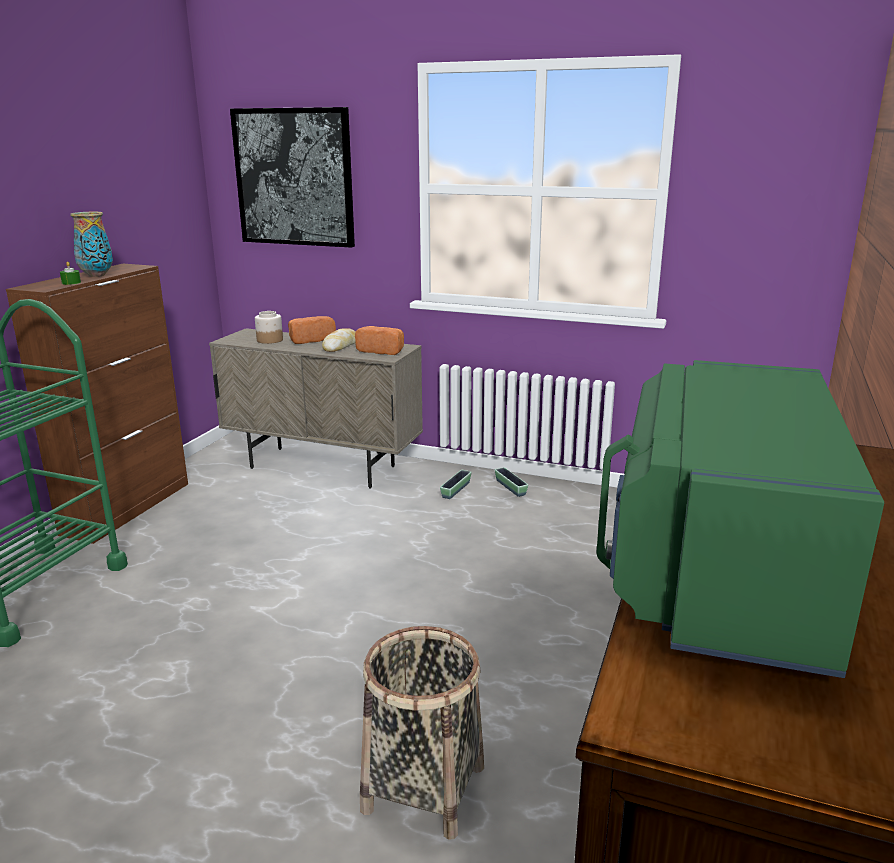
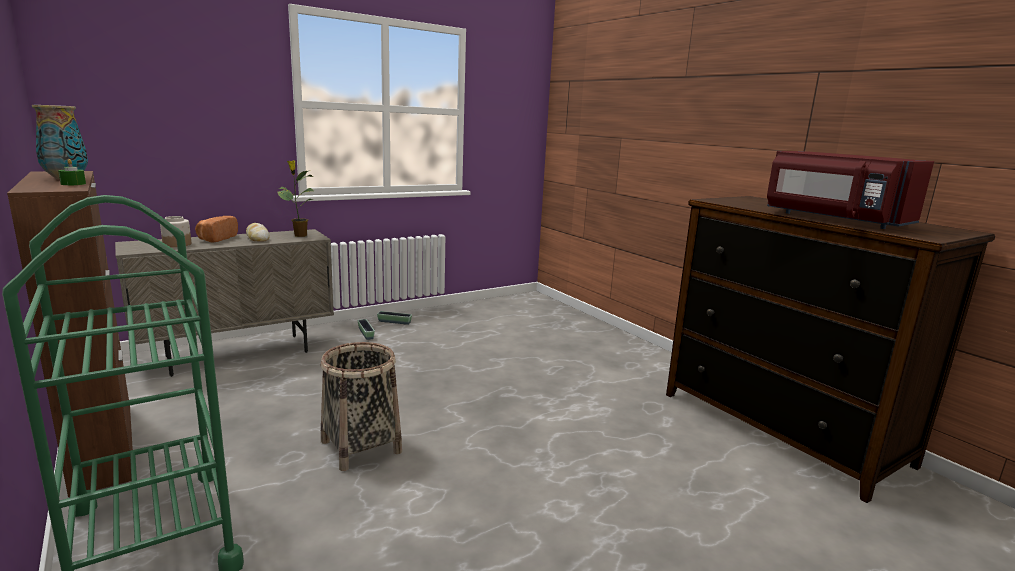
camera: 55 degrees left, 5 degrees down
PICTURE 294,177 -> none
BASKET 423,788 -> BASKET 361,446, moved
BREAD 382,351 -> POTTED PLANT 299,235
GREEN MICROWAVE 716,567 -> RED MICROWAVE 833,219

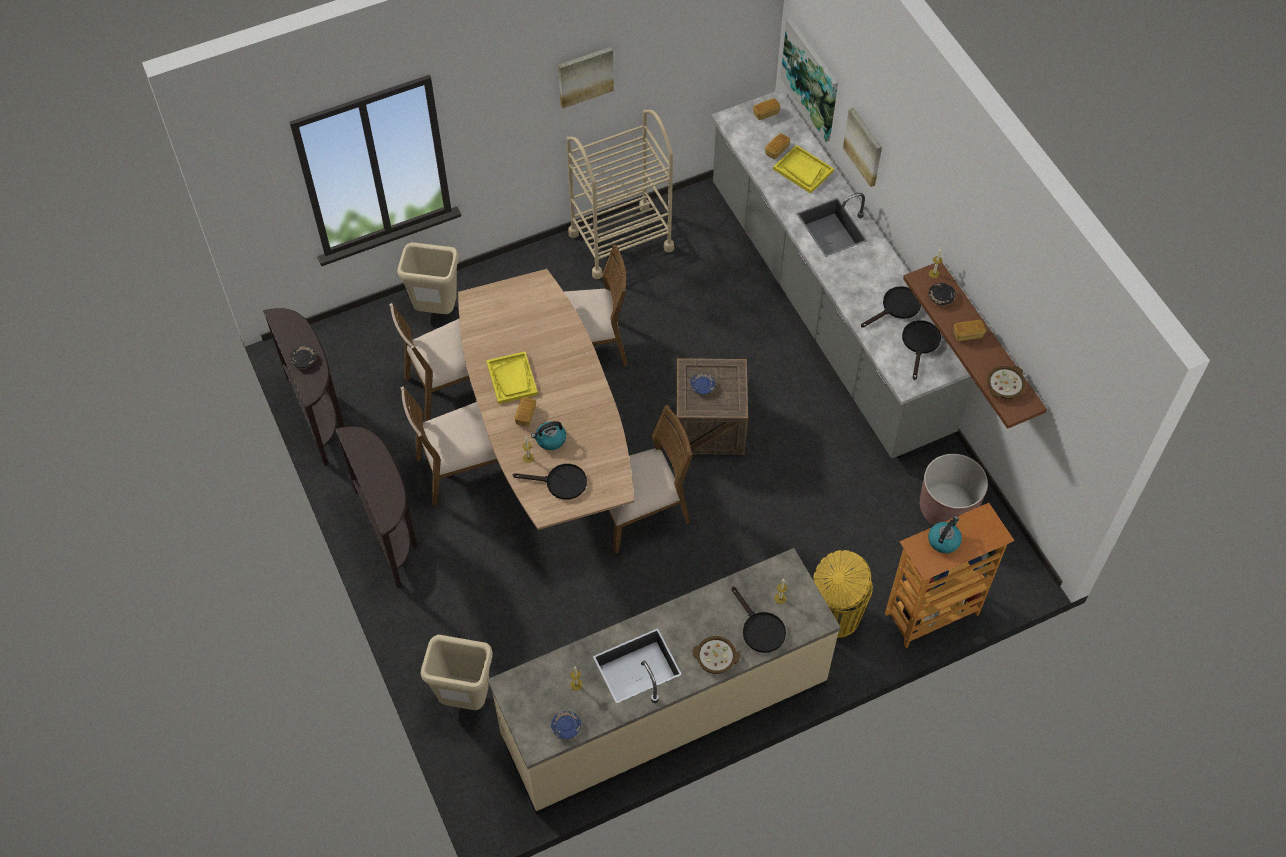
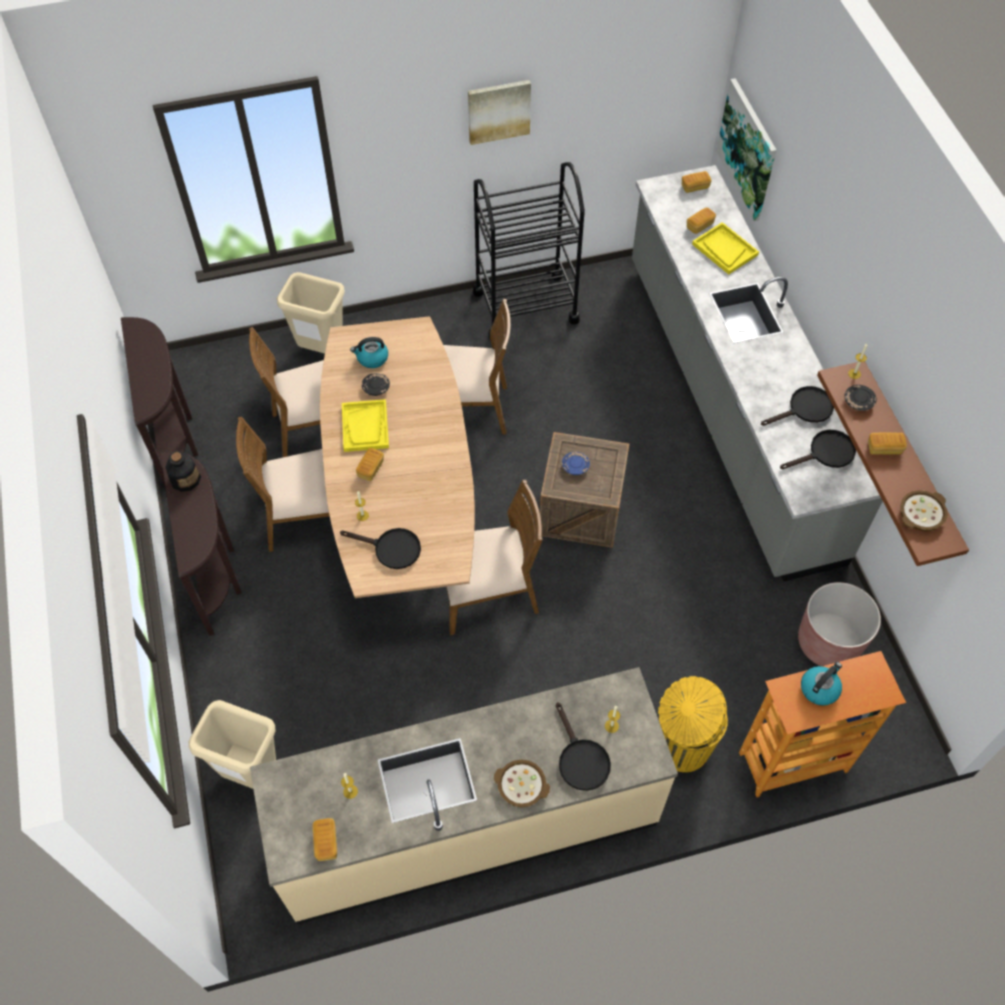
camera: 10 degrees right, 0 degrees up
PICTURE 864,146 -> none
none -> BOTTLE 185,479
BLACK PLATE 303,360 -> BLACK PLATE 376,388, moved
KETTLE 550,440 -> KETTLE 372,358, moved
BLUE PLATE 566,727 -> BREAD 326,842
BEIGE CART 621,241 -> BLACK CART 525,306
BLACK FRYING PAN 920,344 -> BLACK FRYING PAN 826,453, 45 degrees clockwise

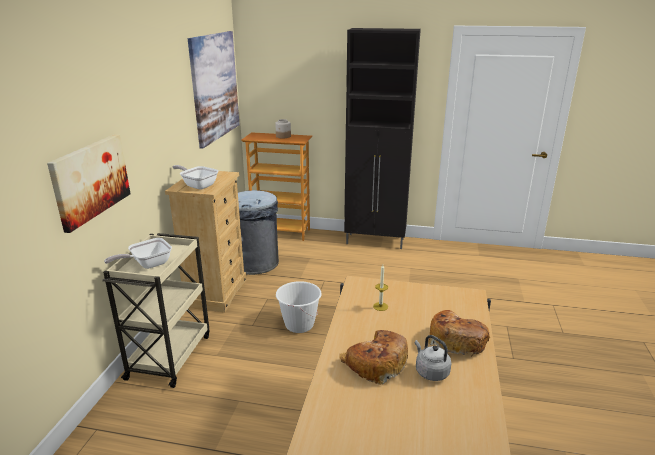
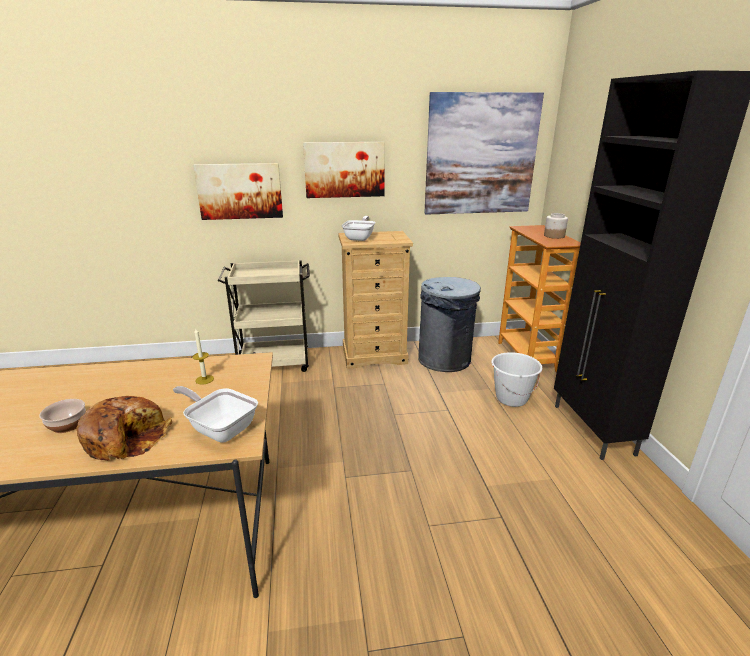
camera: 70 degrees right, 0 degrees up
BREAD 375,363 -> none
none -> PICTURE 344,169
FRYING PAN 147,264 -> FRYING PAN 220,428, moved
WHITE BUCKET 299,325 -> WHITE BUCKET 511,398, moved
GREY KETTLE 430,372 -> BOWL 67,424

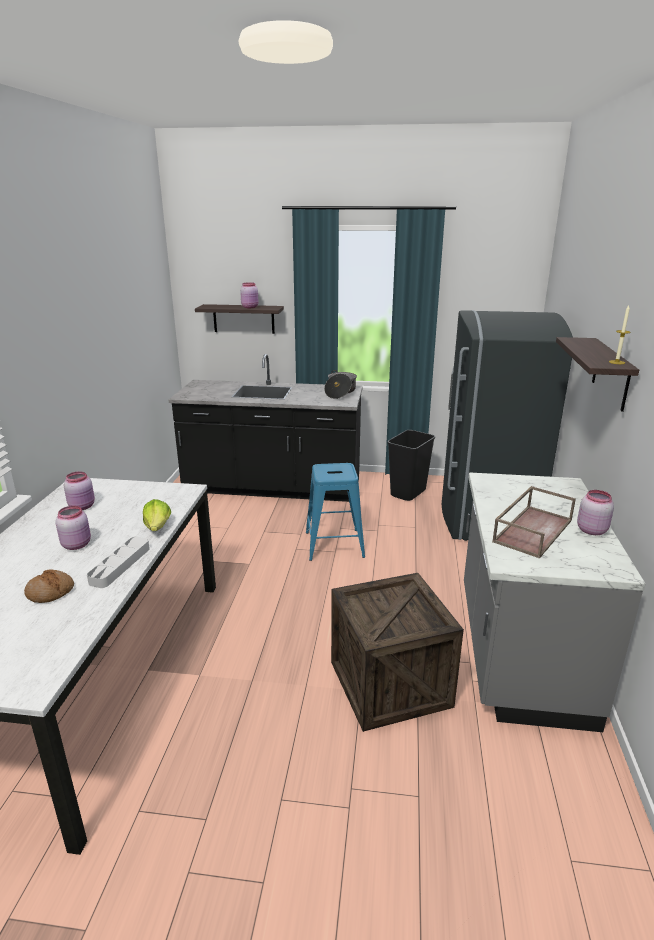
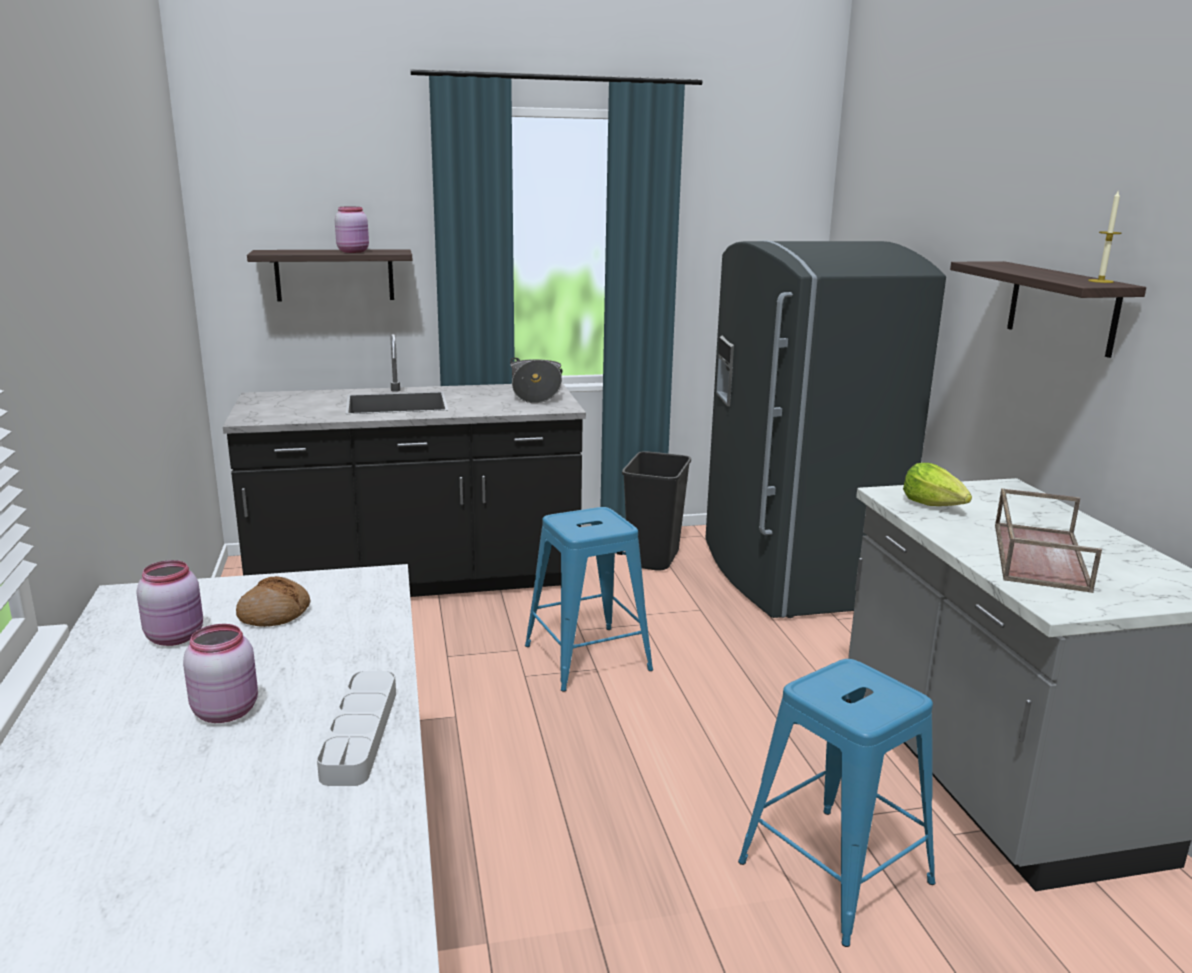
camera: 20 degrees left, 5 degrees down
PINK JAR 591,530 -> none
BREAD 50,592 -> BREAD 274,613, moved
LETTUCE 158,527 -> LETTUCE 934,505, moved
CRATE 389,684 -> BLUE STOOL 835,872

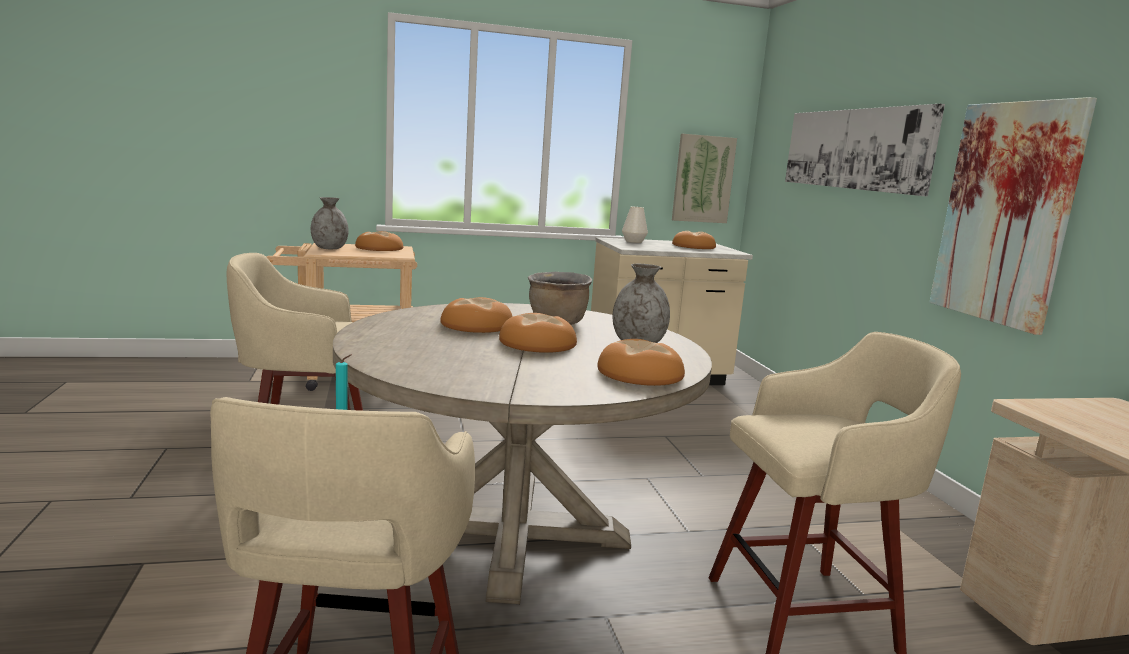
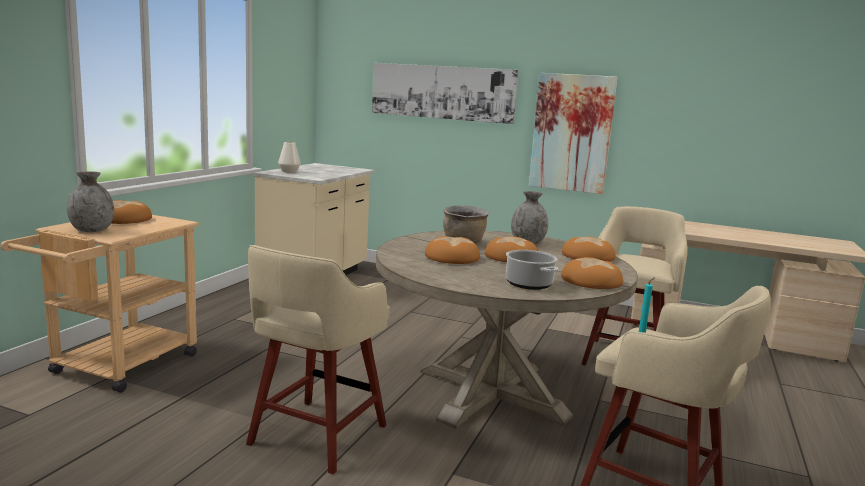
camera: 55 degrees left, 0 degrees up
PICTURE 703,179 -> none
none -> COOKING POT 528,284
BREAD 694,246 -> BREAD 591,281, moved

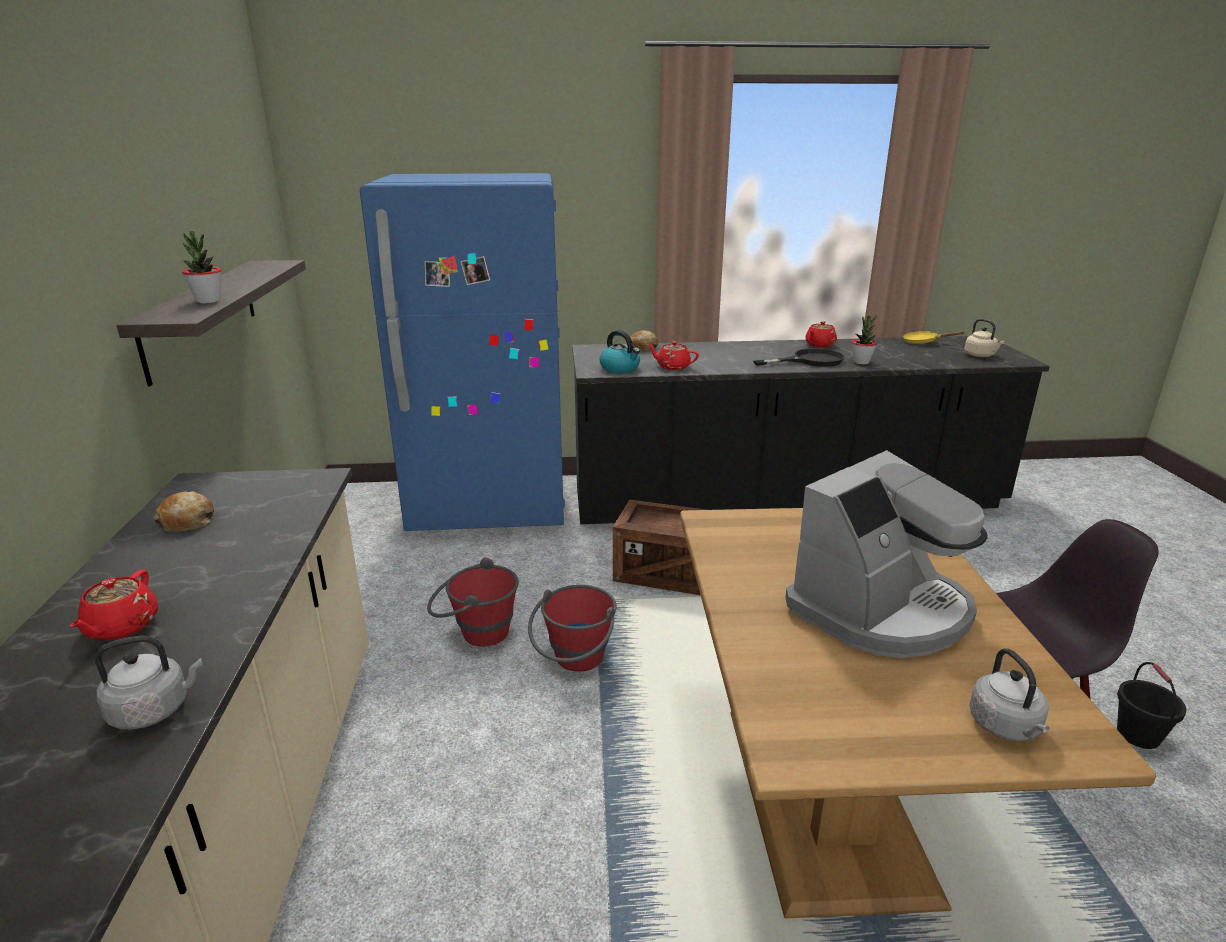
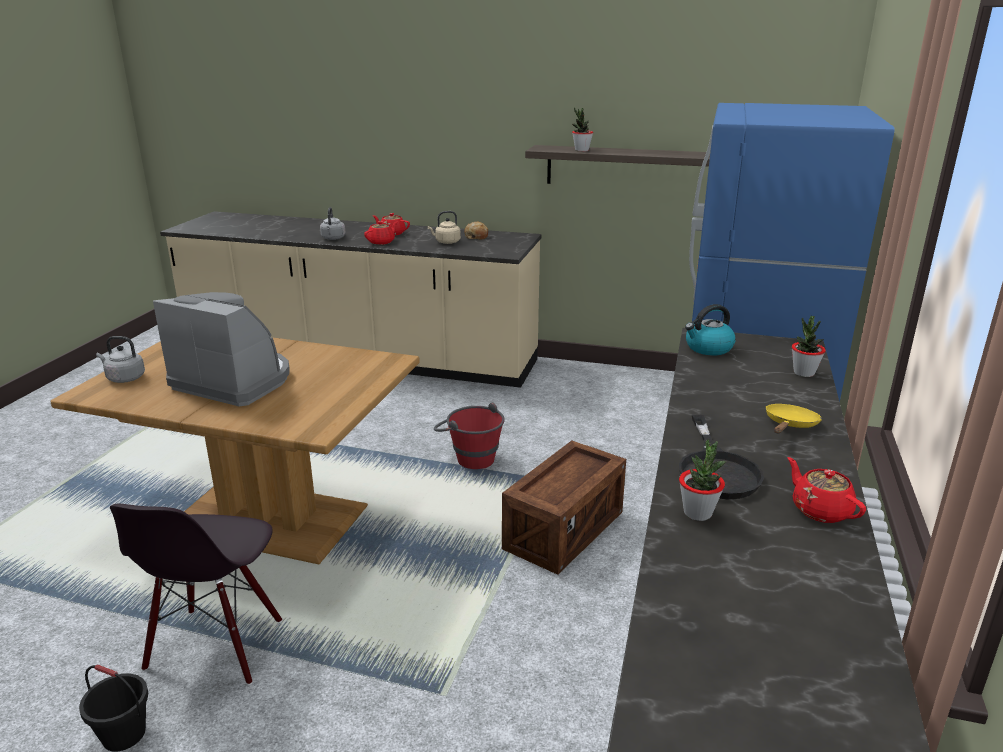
camera: 110 degrees right, 0 degrees up
RED BUCKET 475,632 -> none
RED TEAPOT 672,367 -> RED TEAPOT 382,242, moved
YELLOW FRYING PAN 923,342 -> YELLOW FRYING PAN 789,425, moved
BEIGE KETTLE 980,355 -> BEIGE KETTLE 446,242, moved
BREAD 643,348 -> POTTED PLANT 804,373
COFFEE MACHINE 881,610 -> COFFEE MACHINE 234,381, 135 degrees clockwise

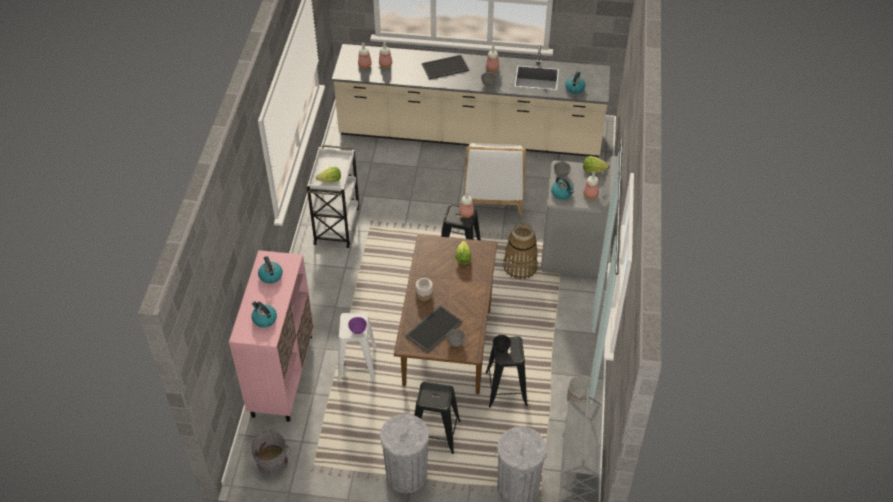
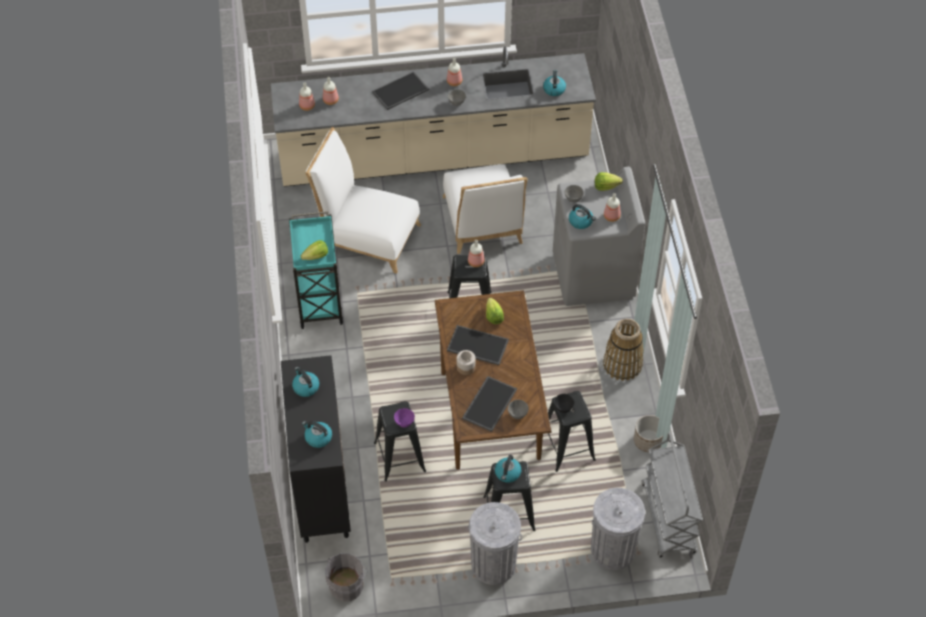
camera: 15 degrees left, 5 degrees up
none -> WHITE CHAIR 367,236
none -> TRAY 477,346
none -> KETTLE 507,473
BASKET 520,267 -> BASKET 622,364, moved
PINK CABINET 282,375 -> BLACK CABINET 321,487
WHITE CART 337,224 -> TURQUOISE CART 319,299
WHITE STOOL 357,365 -> BLACK STOOL 400,457

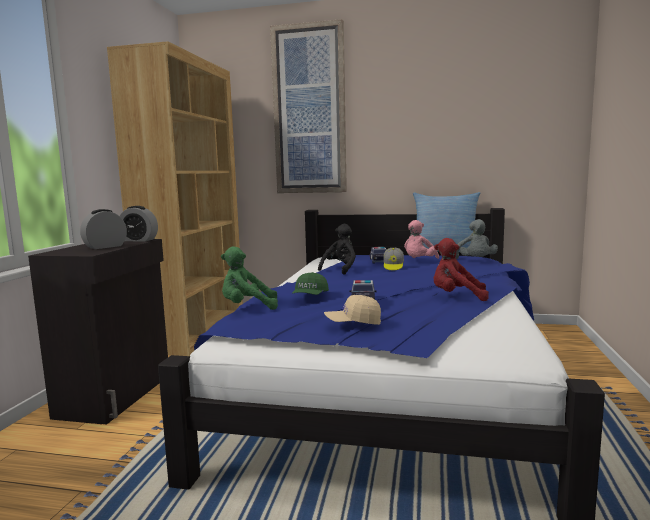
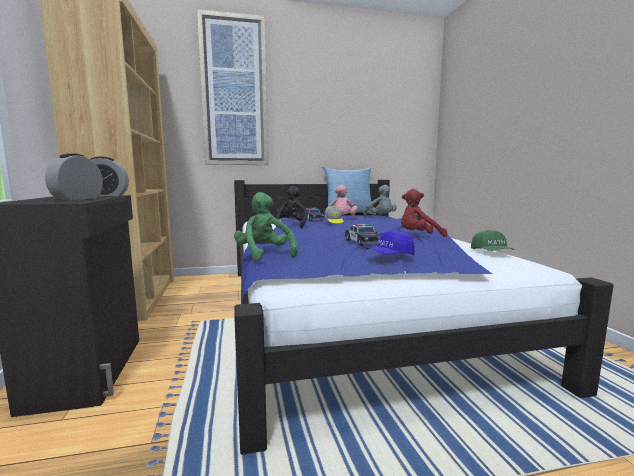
camera: 25 degrees left, 0 degrees up
GREEN CAP 310,296 -> GREEN CAP 491,253, moved
BEIGE CAP 353,323 -> BLUE CAP 390,256
GREEN PLUSH TOY 247,307 -> GREEN PLUSH TOY 264,255, 90 degrees clockwise

